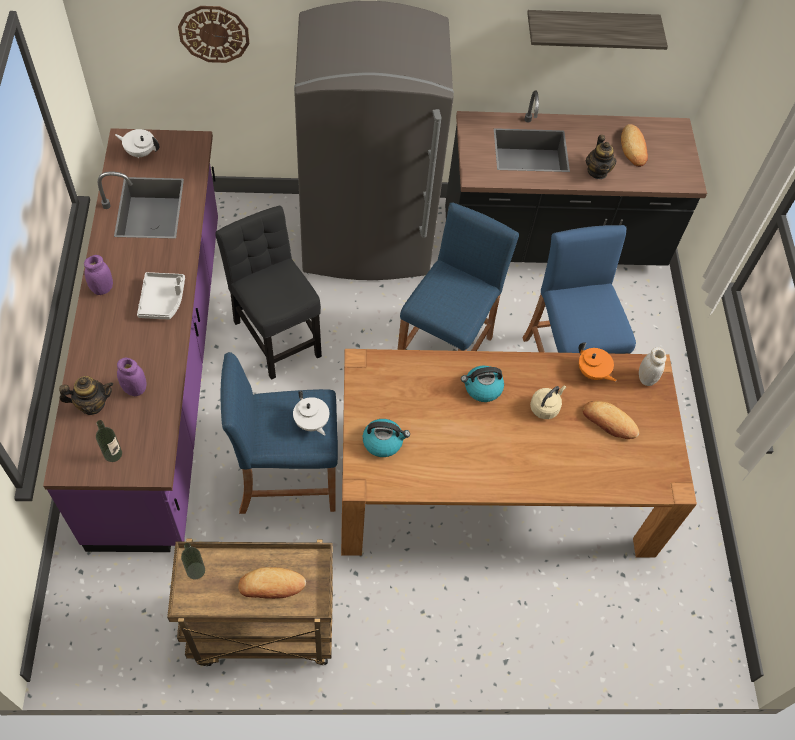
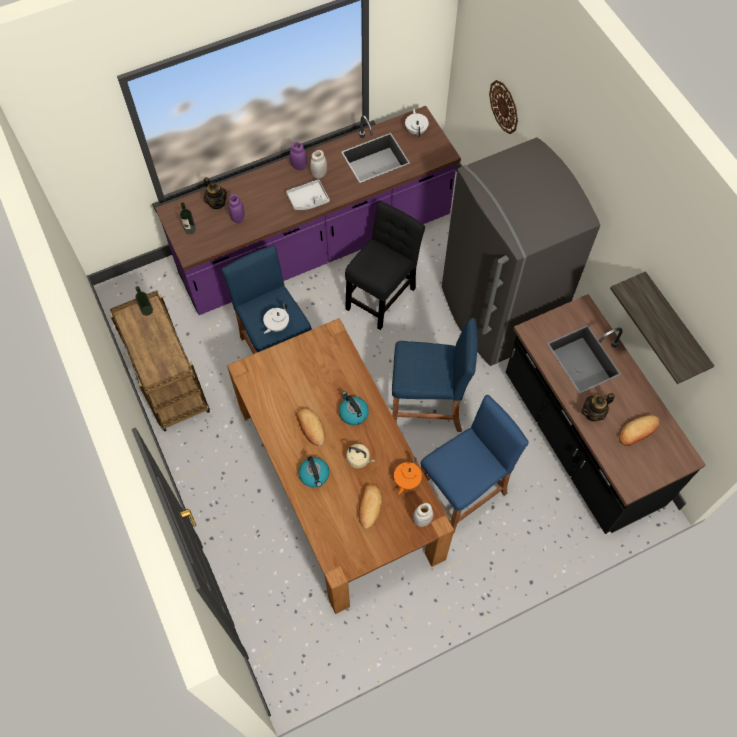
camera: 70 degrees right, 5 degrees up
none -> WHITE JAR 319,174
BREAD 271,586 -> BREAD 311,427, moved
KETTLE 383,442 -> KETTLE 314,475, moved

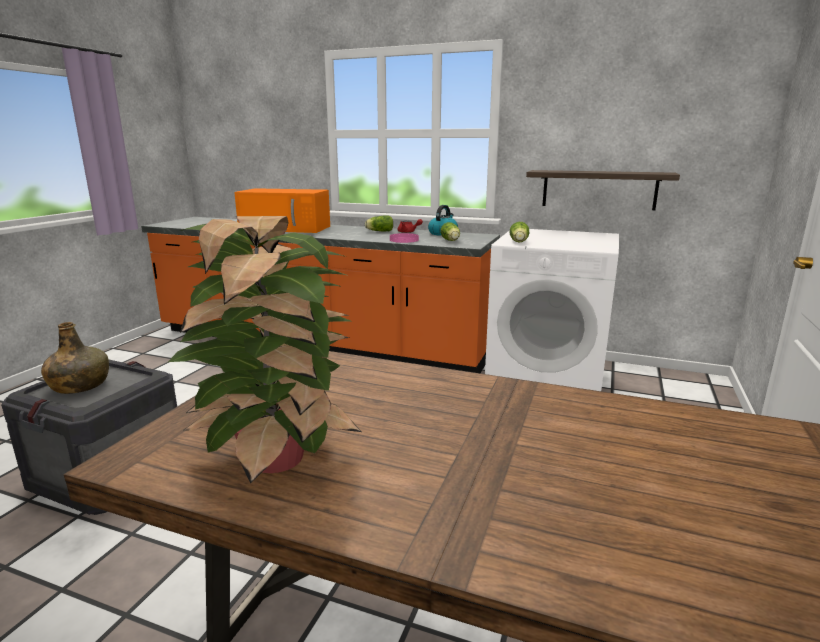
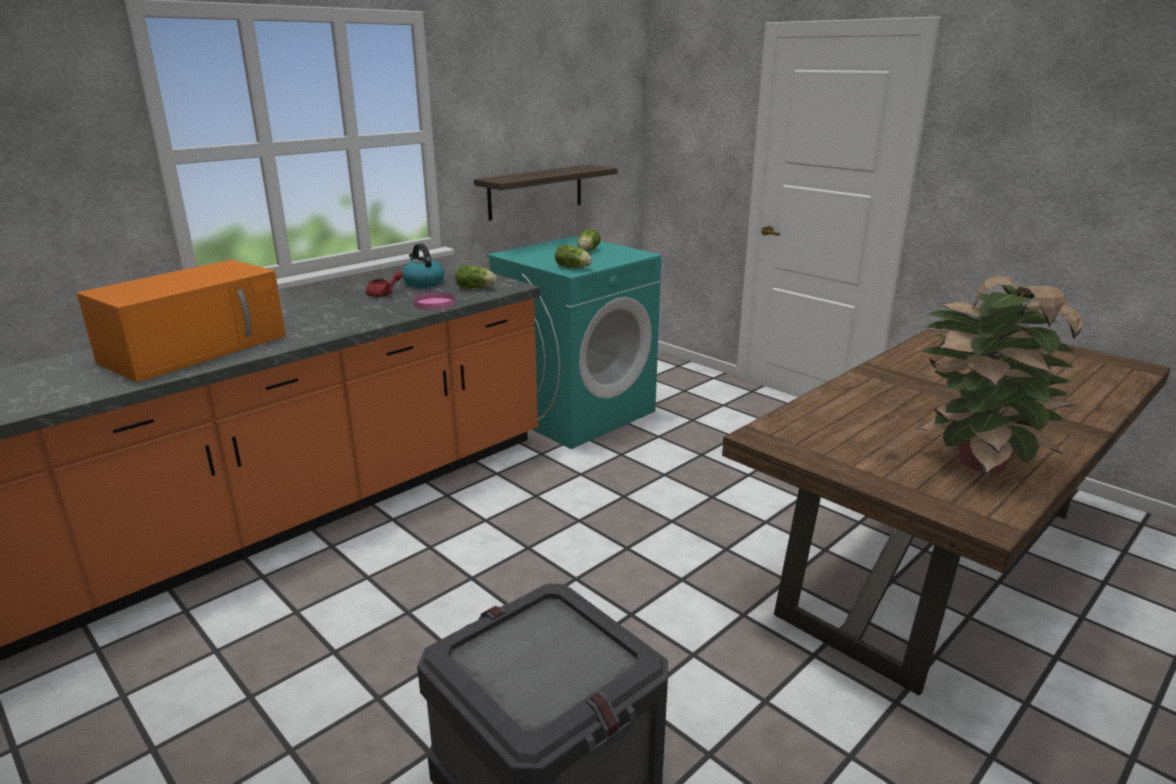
camera: 65 degrees left, 5 degrees up
GREEN BOTTLE 80,386 -> none
LETTUCE 379,231 -> LETTUCE 587,251, moved
WHITE WASHING MACHINE 546,382 -> TURQUOISE WASHING MACHINE 576,411

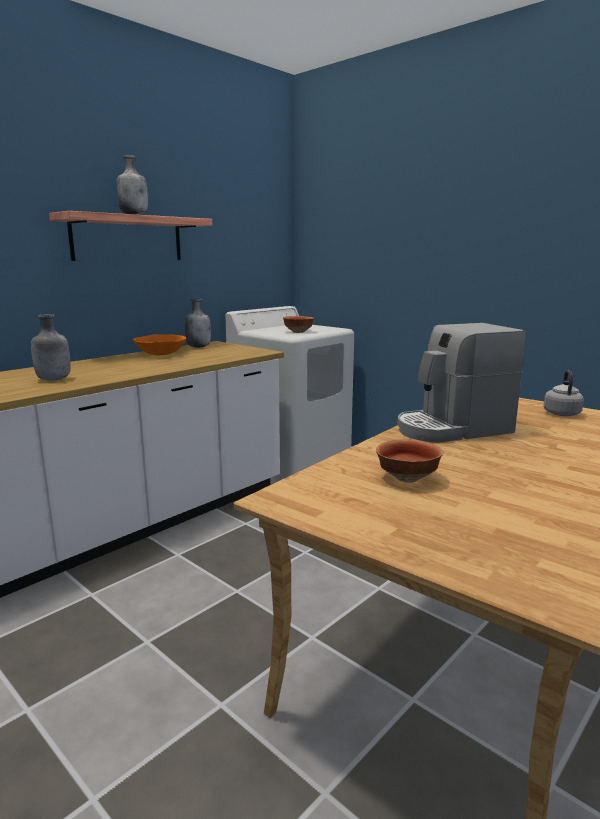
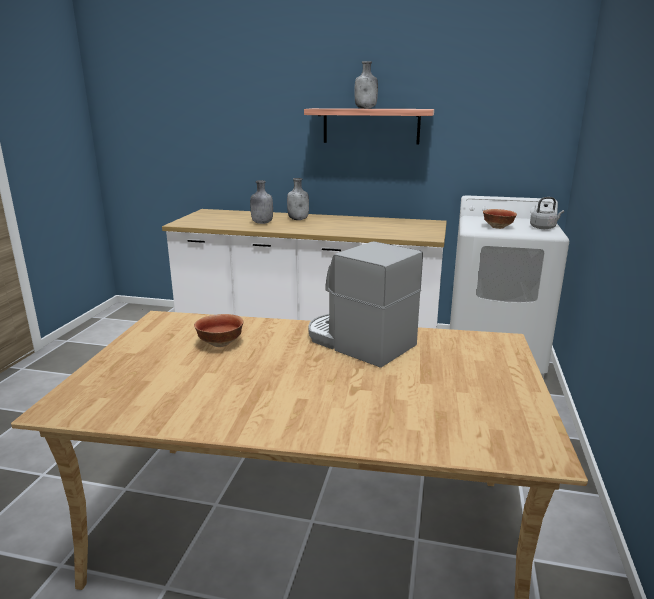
camera: 60 degrees right, 5 degrees up
ORANGE BOWL 160,354 -> none
GREY BOTTLE 199,347 -> GREY BOTTLE 298,219, moved
GREY KETTLE 561,413 -> GREY KETTLE 544,227, moved

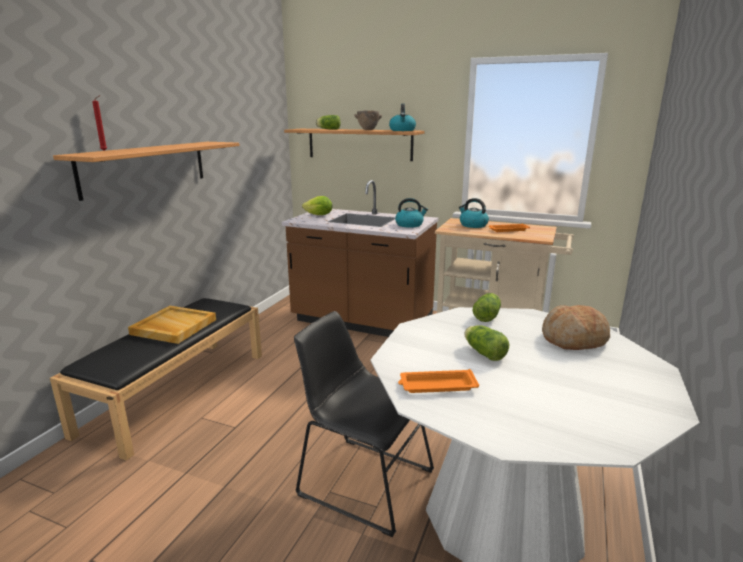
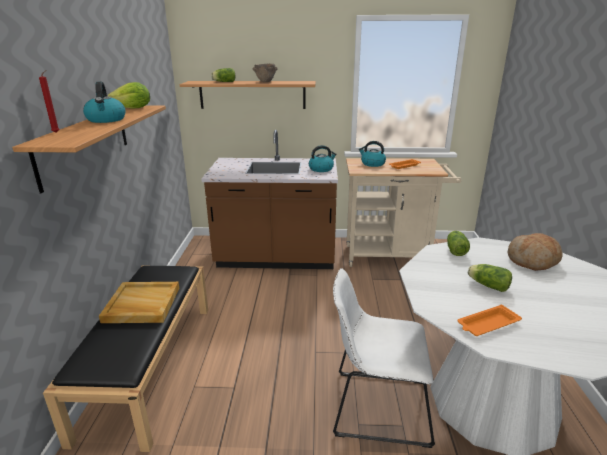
camera: 20 degrees left, 5 degrees up
LETTUCE 319,215 -> LETTUCE 133,108, moved
KETTLE 402,130 -> KETTLE 106,120, moved
BLACK CHAIR 361,480 -> WHITE CHAIR 376,406

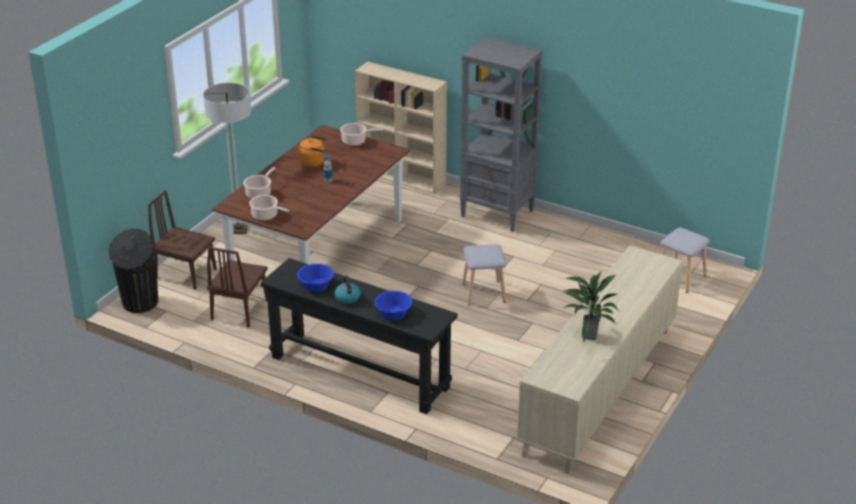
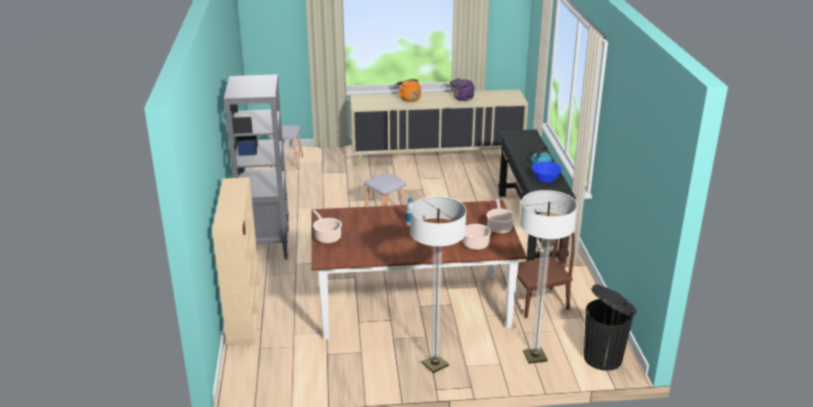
camera: 125 degrees left, 5 degrees down
BLUE BOWL 393,312 -> none
ORANGE KETTLE 314,162 -> ORANGE KETTLE 409,99, moved
BROWN CHAIR 186,273 -> FLOOR LAMP 535,356
POTTED PLANT 589,335 -> PURPLE KETTLE 462,98

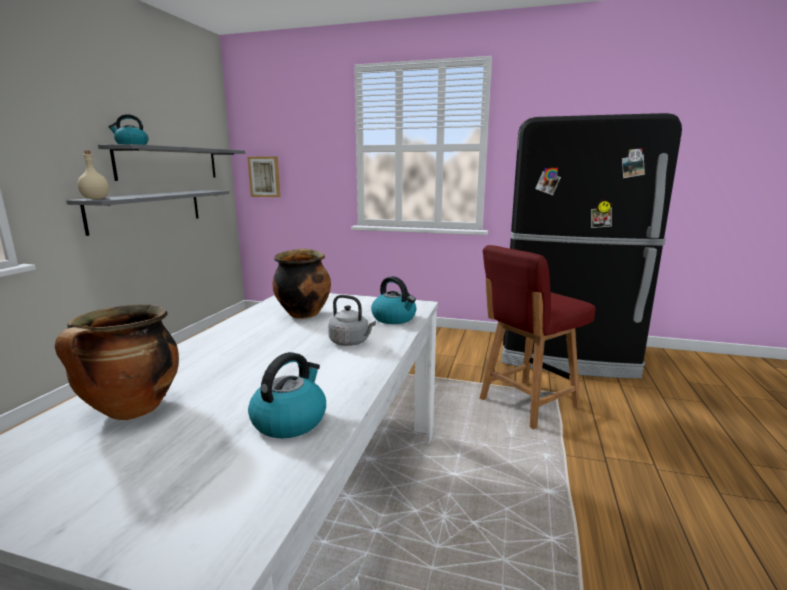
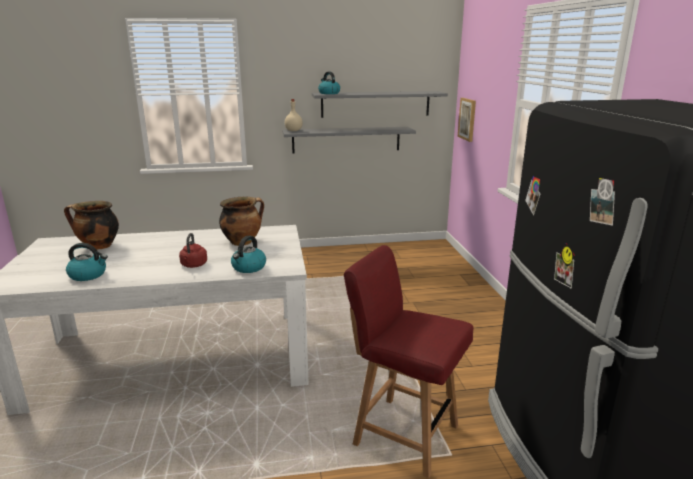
camera: 65 degrees right, 5 degrees up
GREY KETTLE 351,342 -> RED KETTLE 193,265

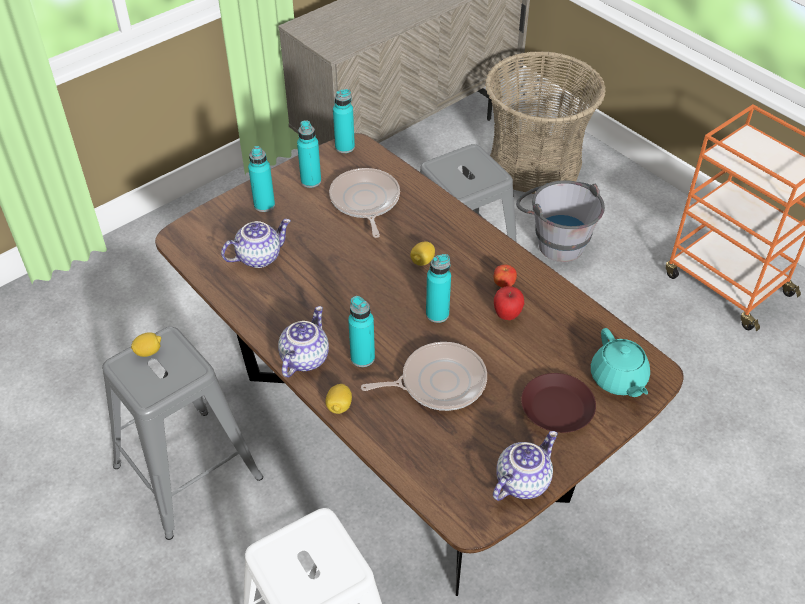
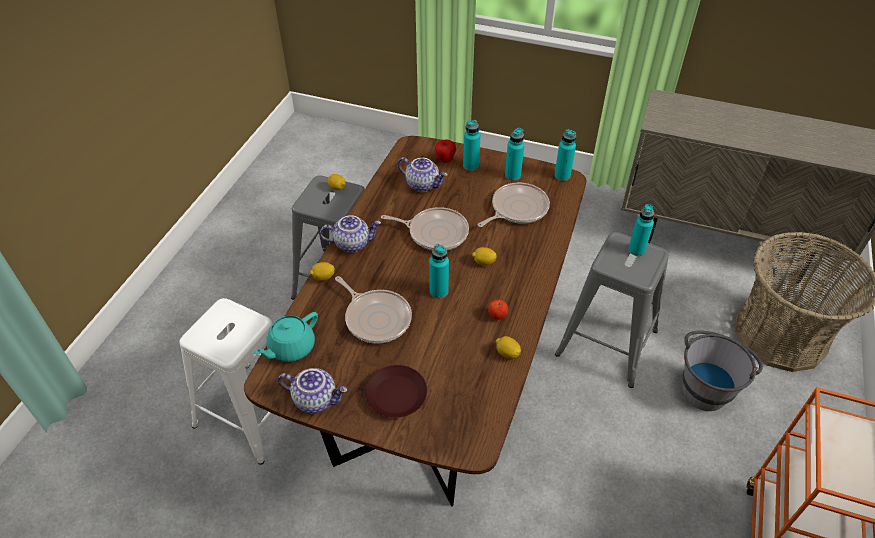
camera: 60 degrees right, 0 degrees up
none -> FRYING PAN 435,232
none -> LEMON 507,353
TURQUOISE BOTTLE 362,358 -> TURQUOISE BOTTLE 636,250, moved
APPLE 507,315 -> APPLE 445,160, moved
TURQUOISE TEAPOT 618,379 -> TURQUOISE TEAPOT 291,348, moved

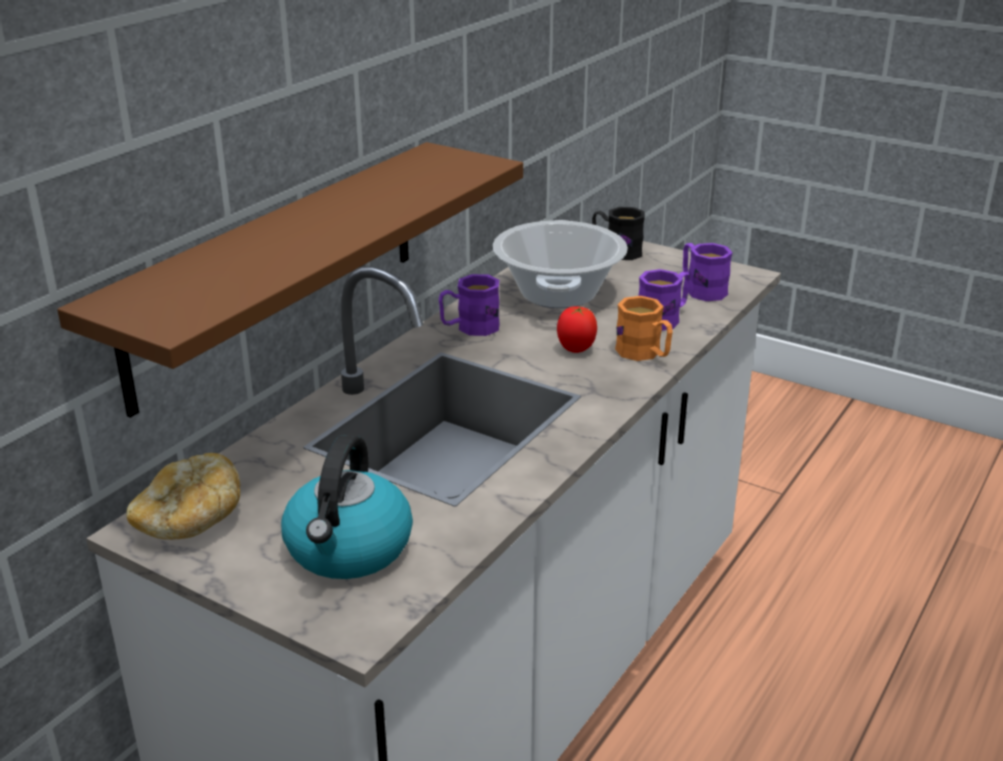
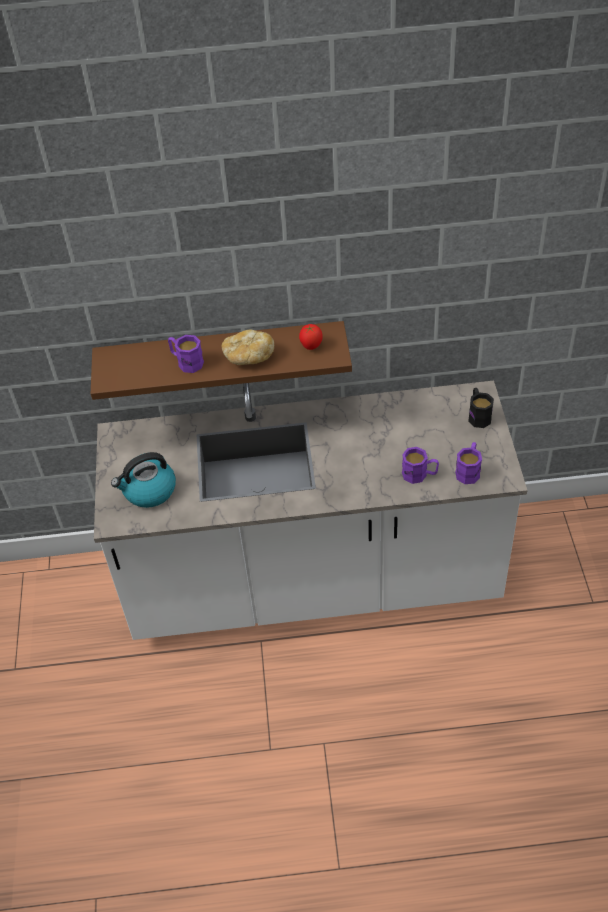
camera: 55 degrees right, 20 degrees up
COOKING POT 557,293 -> none
ORANGE MUG 644,354 -> none
BREAD 190,522 -> BREAD 248,357, moved
PURPLE MUG 469,328 -> PURPLE MUG 186,362, moved
TOMATO 576,349 -> TOMATO 311,346, moved

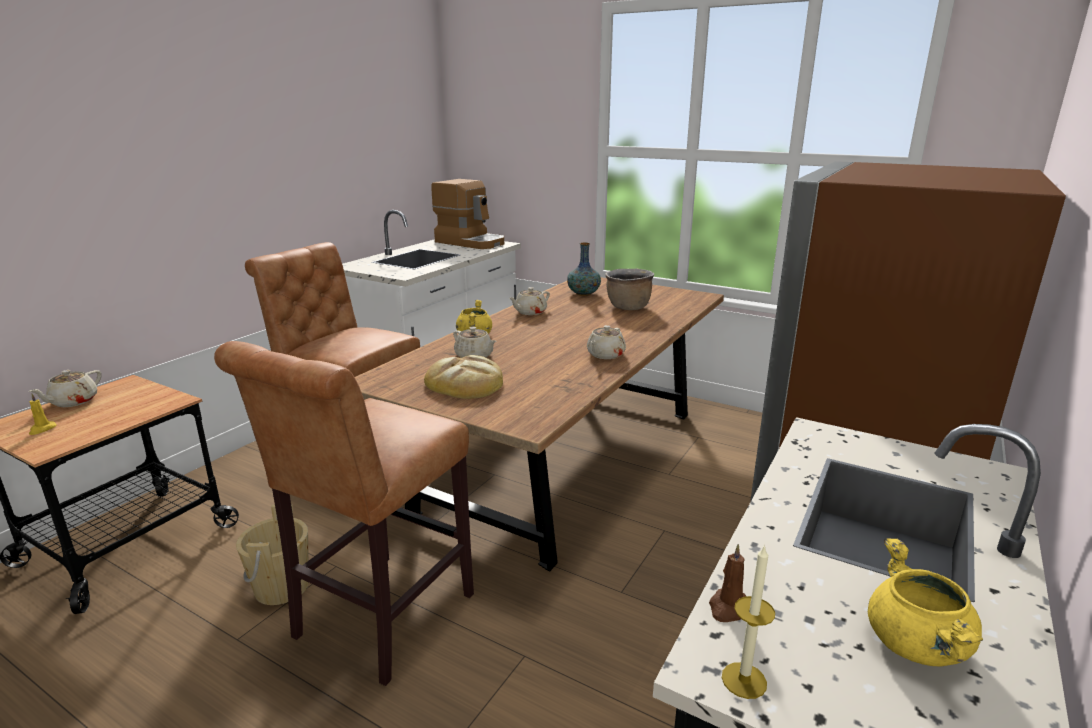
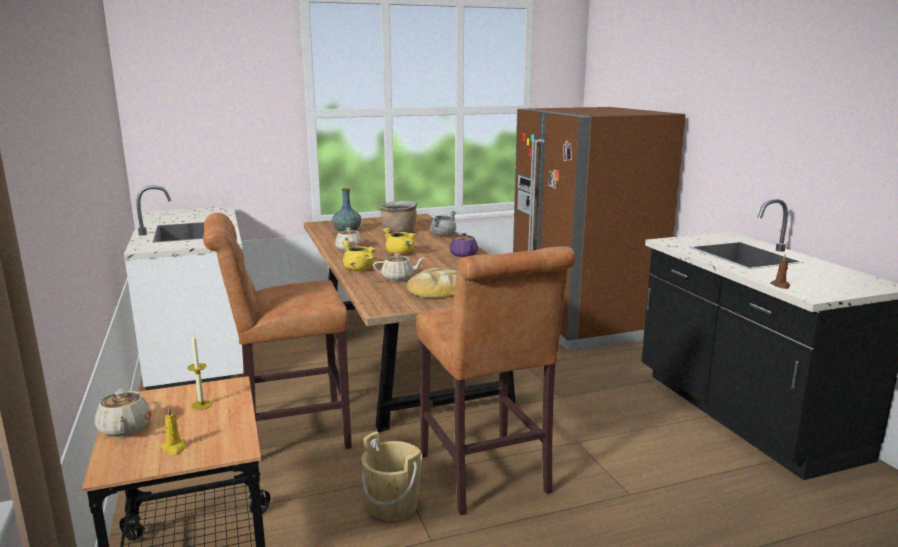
camera: 50 degrees left, 5 degrees down
COFFEE MACHINE 471,242 -> none
none -> GREY COOKING POT 443,234
CANDLE 744,680 -> CANDLE 201,405, moved
YELLOW COOKING POT 917,645 -> YELLOW COOKING POT 400,253, moved
BEIGE TEAPOT 605,355 -> PURPLE TEAPOT 464,255

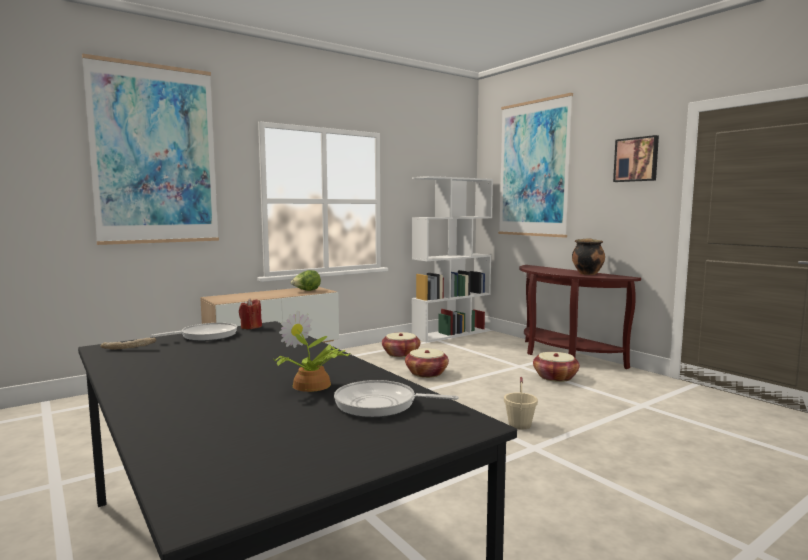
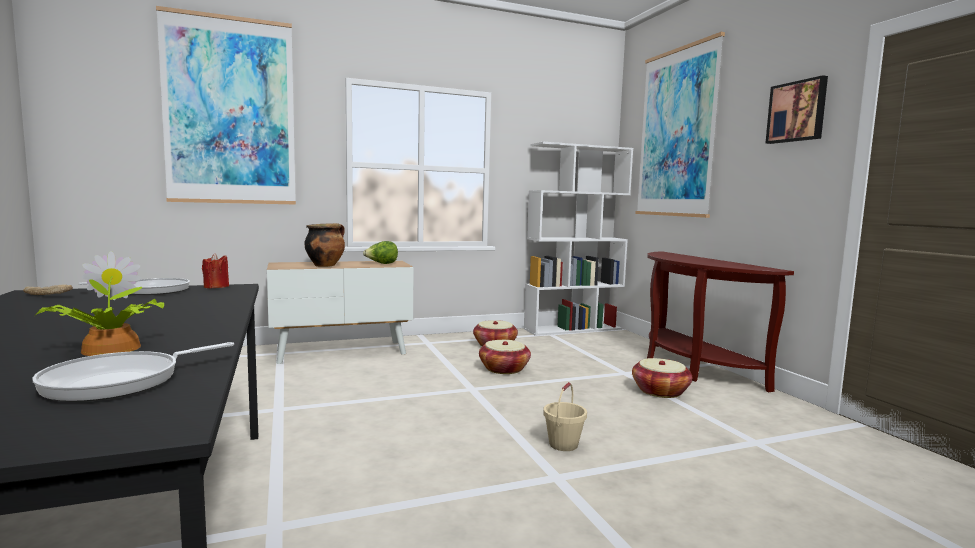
camera: 15 degrees right, 0 degrees up
COOKING POT 587,274 -> COOKING POT 325,265, moved
FRYING PAN 380,404 -> FRYING PAN 121,381, 75 degrees counterclockwise

